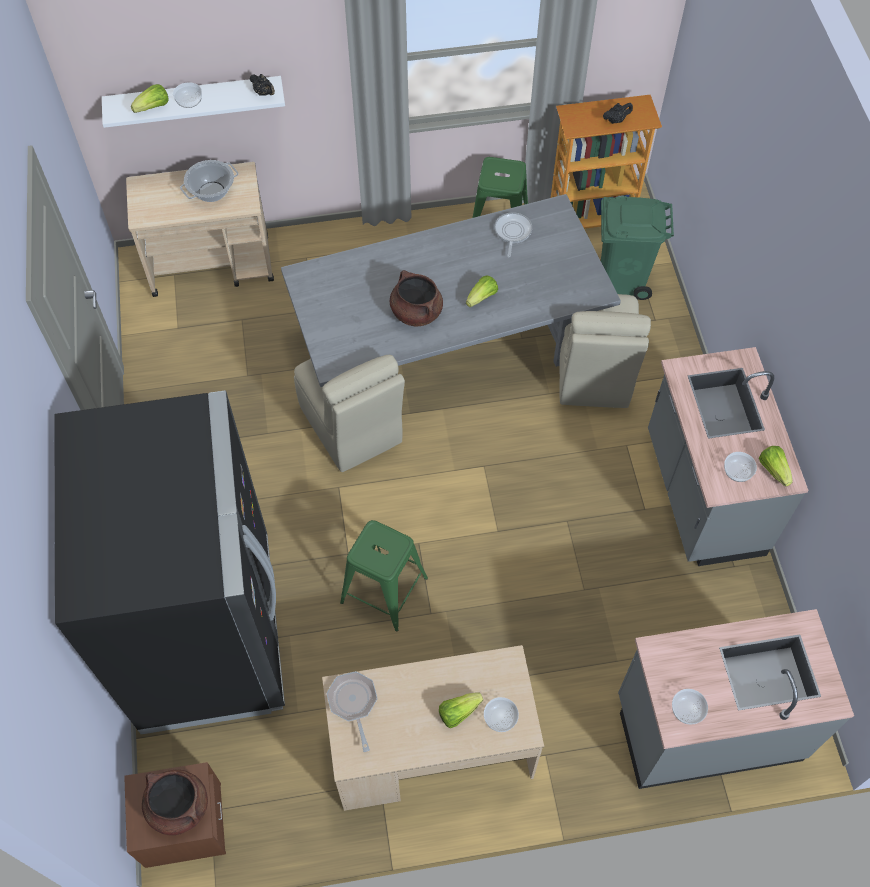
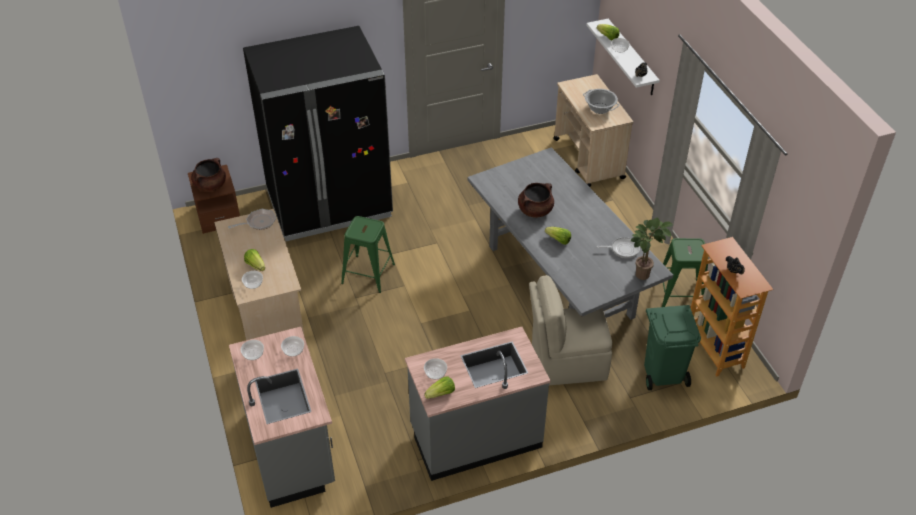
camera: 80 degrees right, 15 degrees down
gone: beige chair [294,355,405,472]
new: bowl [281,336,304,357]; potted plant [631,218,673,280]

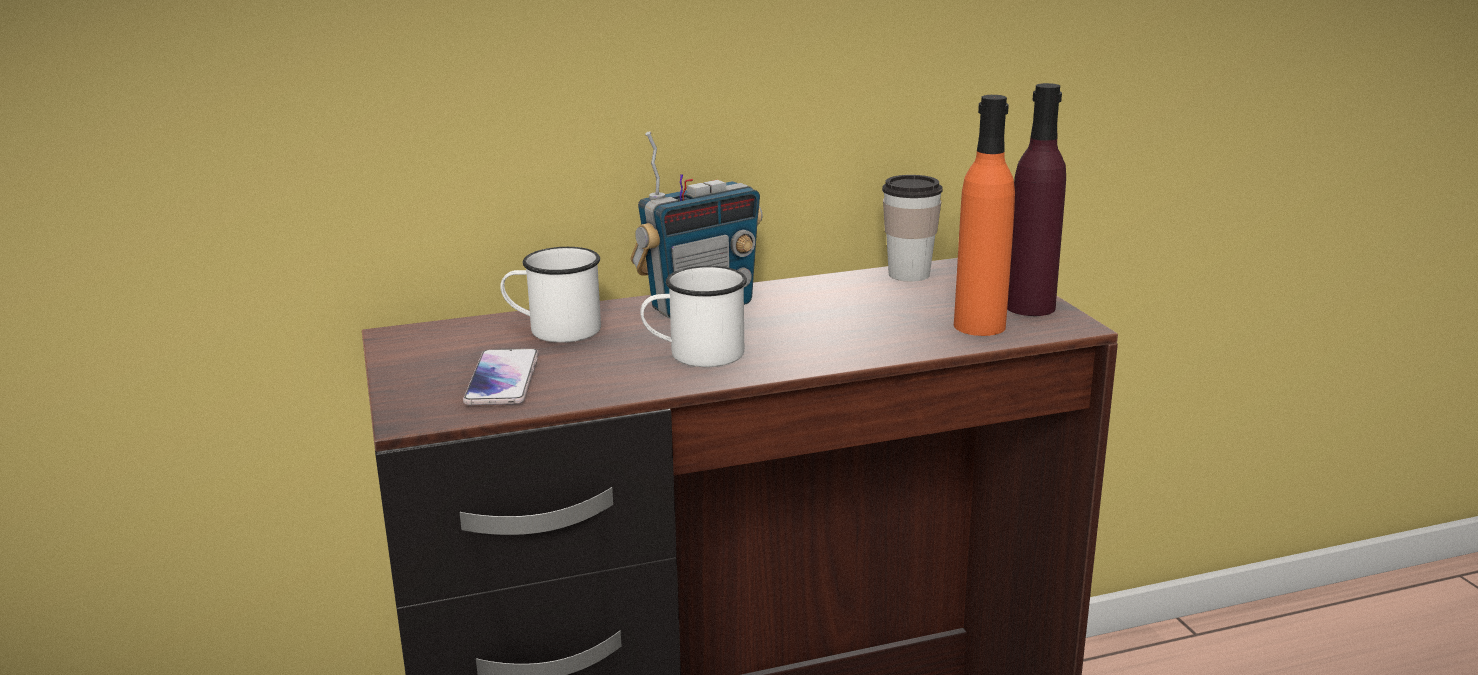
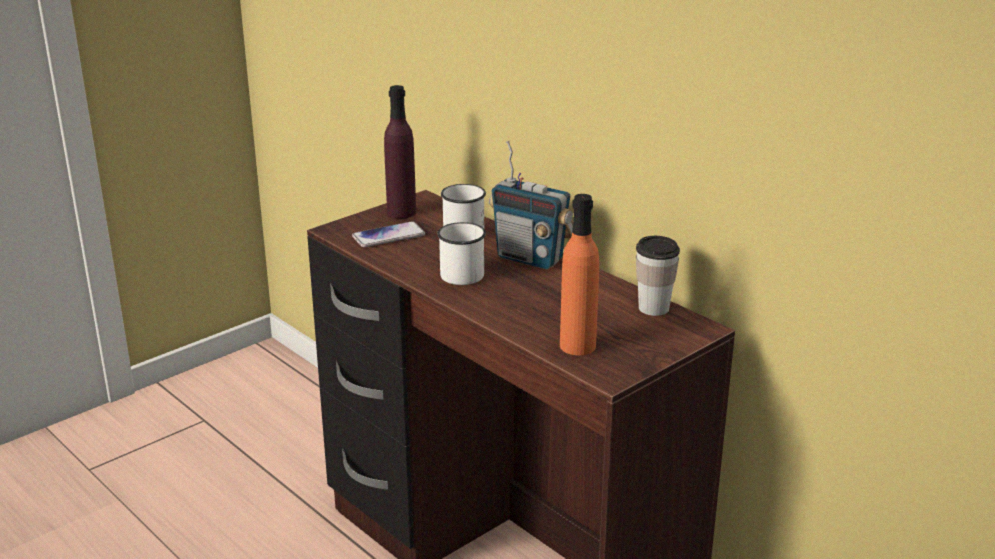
camera: 65 degrees right, 5 degrees up
shifted: purple bottle [1007,83,1066,316] to [384,85,416,219]

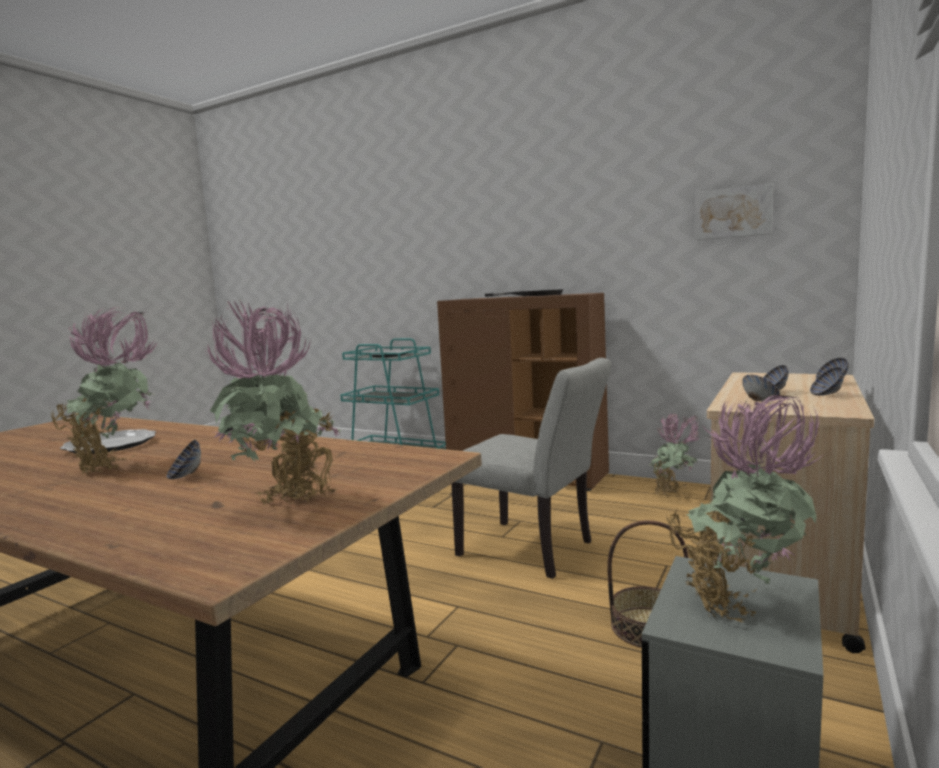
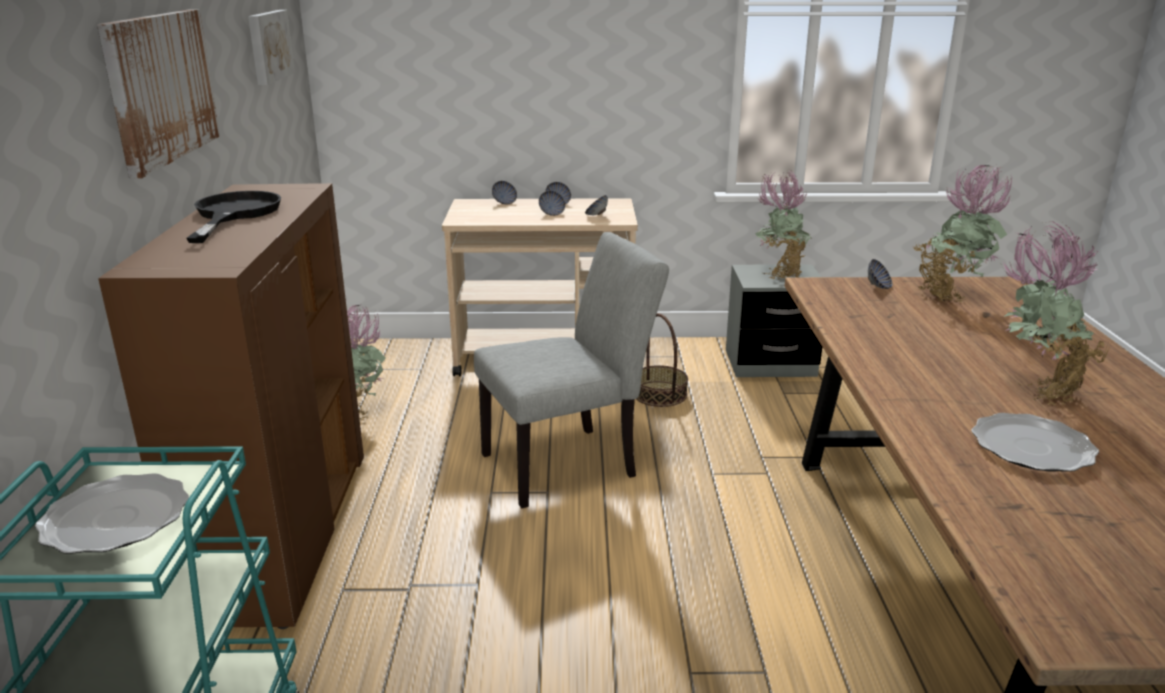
camera: 120 degrees left, 15 degrees up
new: picture [97,9,220,179]
shifted: bowl [167,440,201,479] to [868,259,893,289]
rotated: grey chair [451,358,611,579] = [474,232,669,508] 60 degrees clockwise

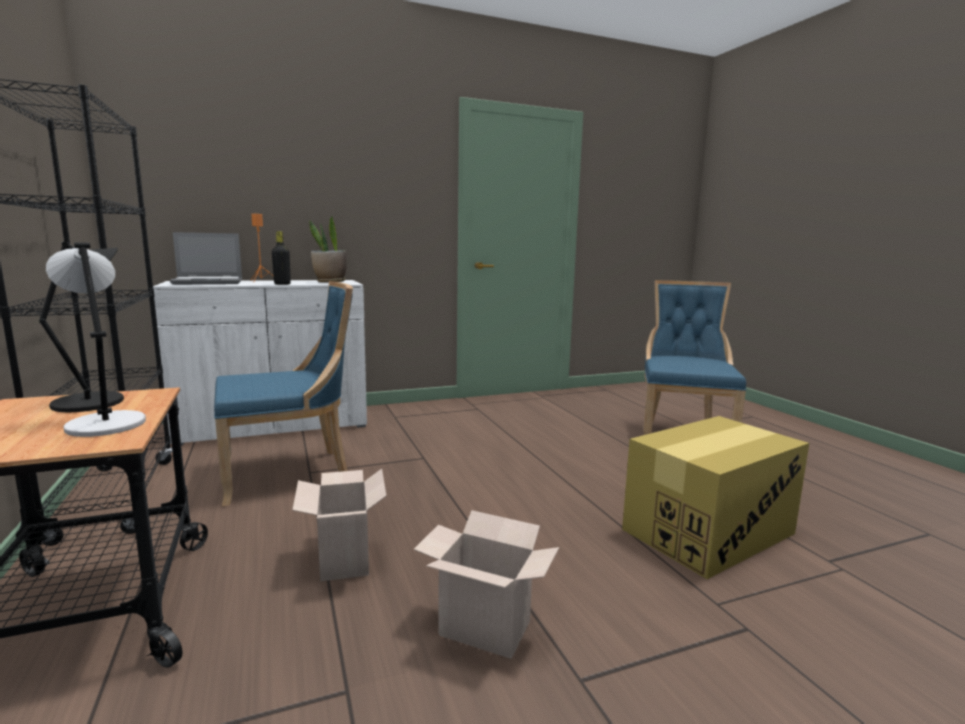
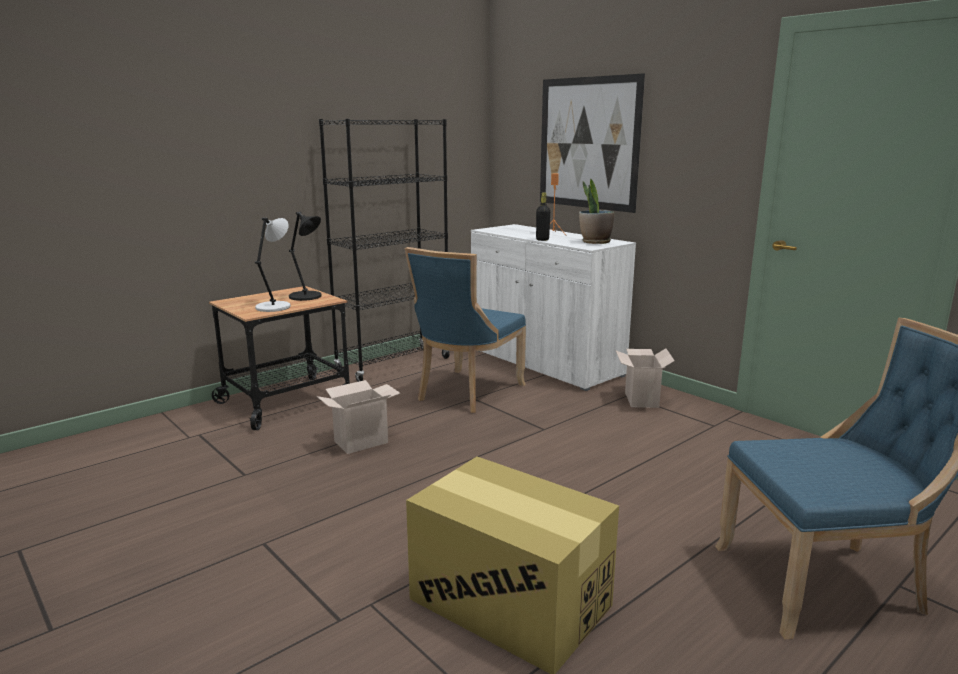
camera: 70 degrees right, 5 degrees up
gone: laptop [170,232,242,285]
new: picture [540,73,645,213]
shifted: cardboard box [414,510,559,659] to [616,348,675,408]
rotated: blue chair [214,281,353,506] = [405,247,526,413] 75 degrees clockwise

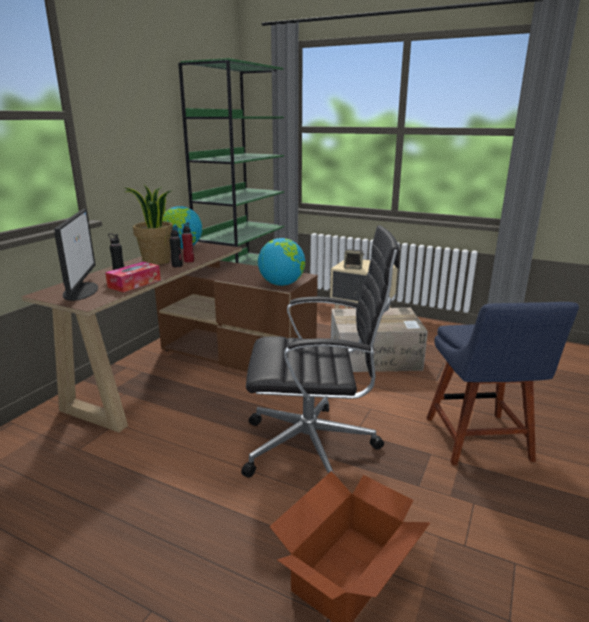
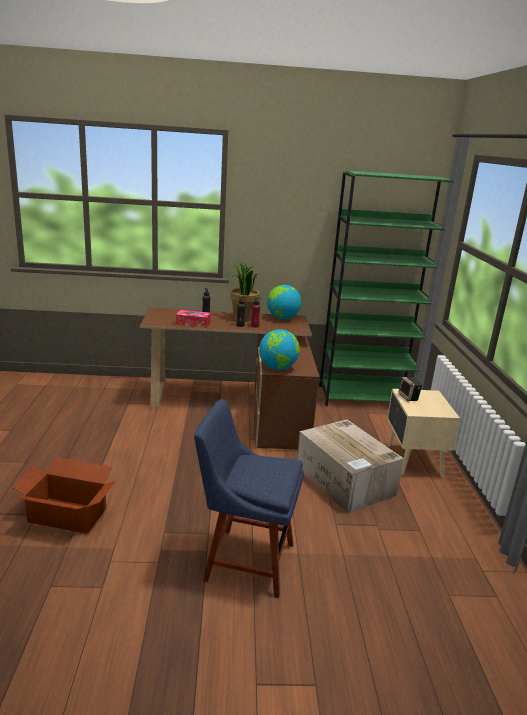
camera: 60 degrees right, 0 degrees up
gone: monitor [54,209,98,301]; black office chair [241,225,399,478]
rotated: blue chair [427,302,579,465] = [194,399,304,598] 45 degrees clockwise

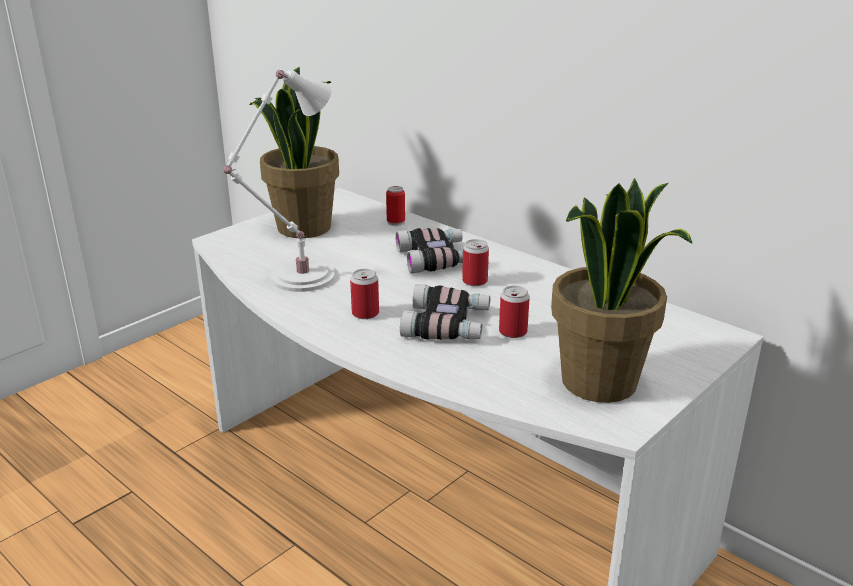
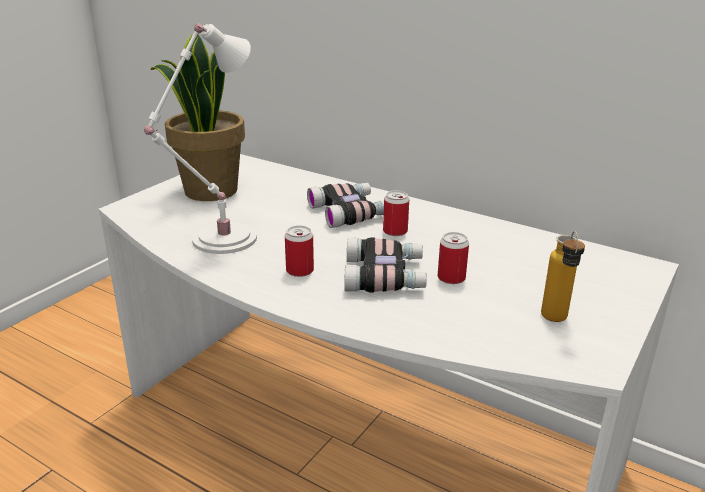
camera: 10 degrees left, 0 degrees up
gone: can [386,186,405,226]
swapped: potted plant [551,178,692,403] to bottle [541,231,585,322]

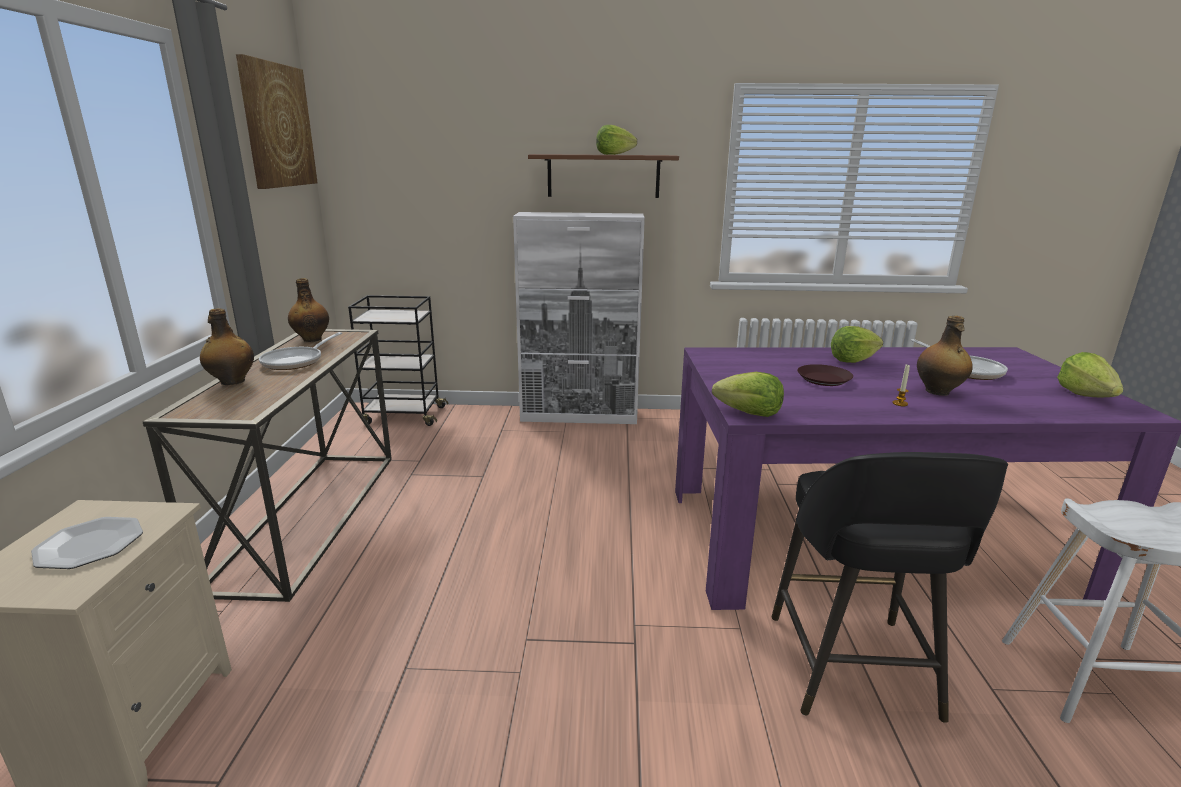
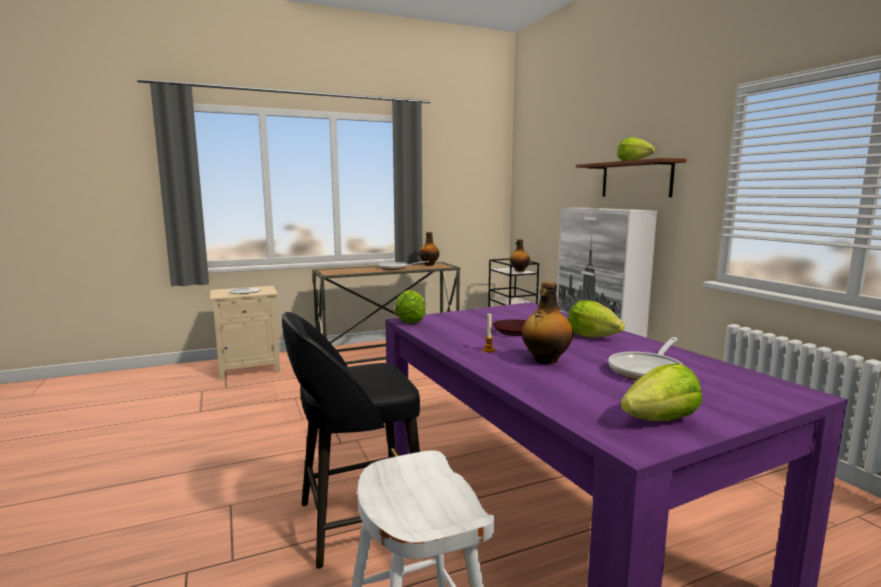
camera: 65 degrees right, 10 degrees down
gone: picture [236,54,318,189]
shifted: bottle [200,308,254,385] to [510,239,530,272]

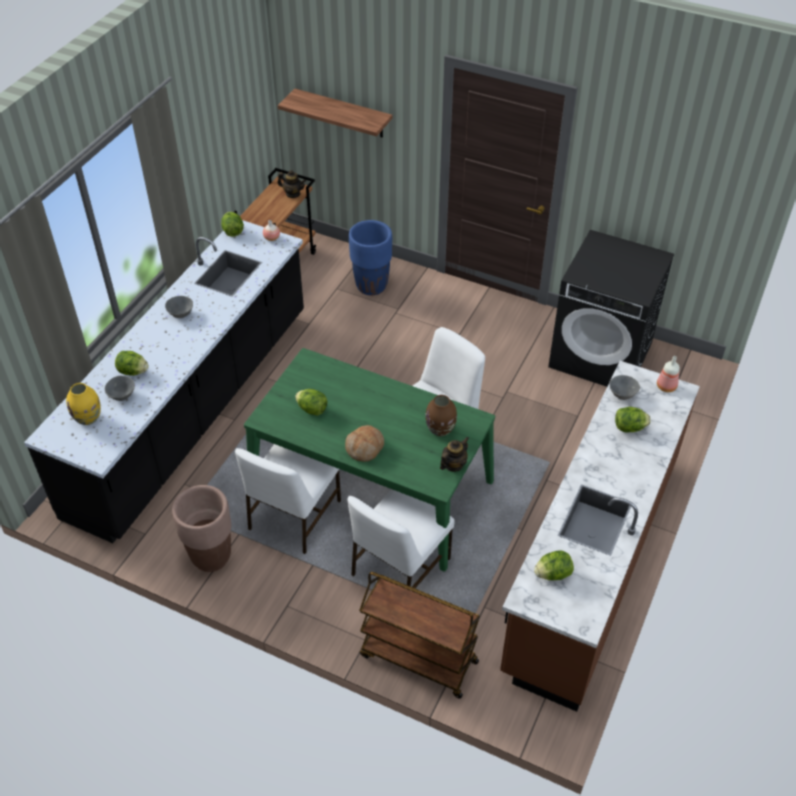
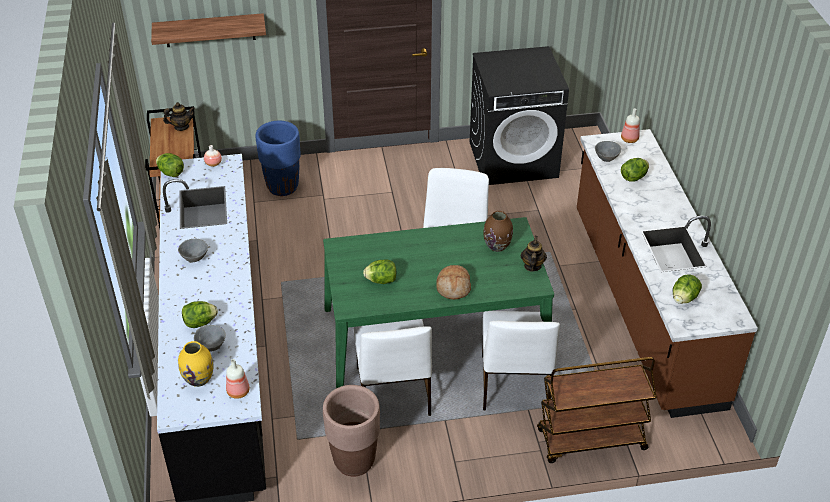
camera: 35 degrees left, 5 degrees down
new: bottle [226,359,250,399]

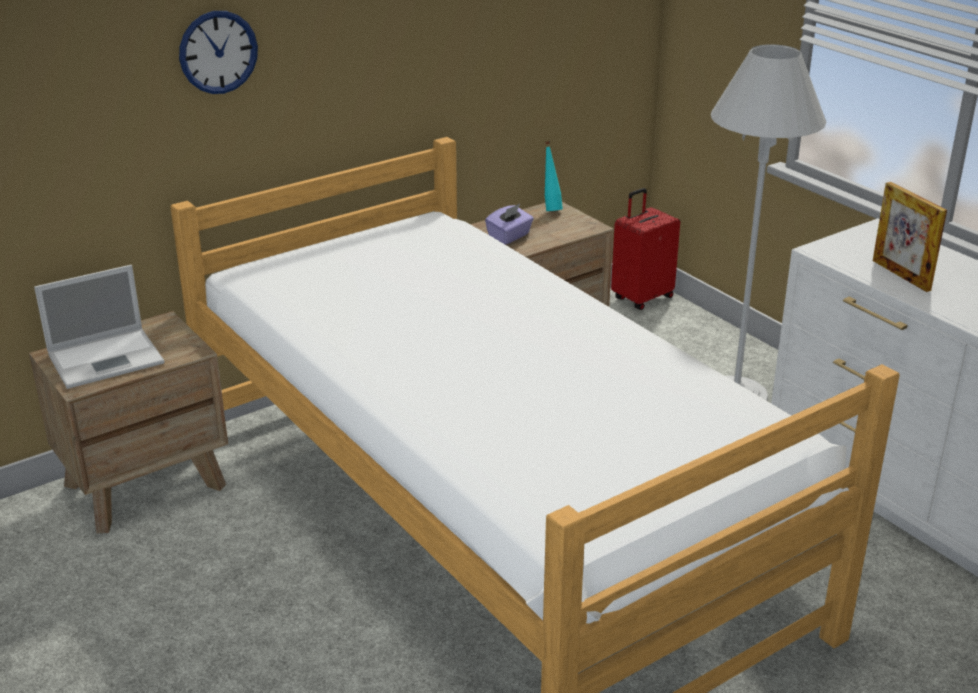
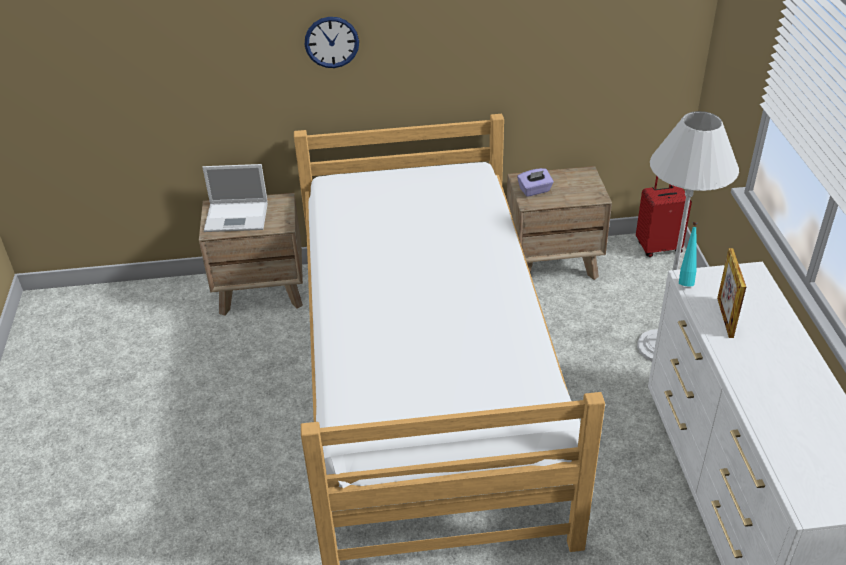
camera: 30 degrees right, 10 degrees up
shifted: turquoise bottle [545,141,563,211] to [679,222,698,286]

